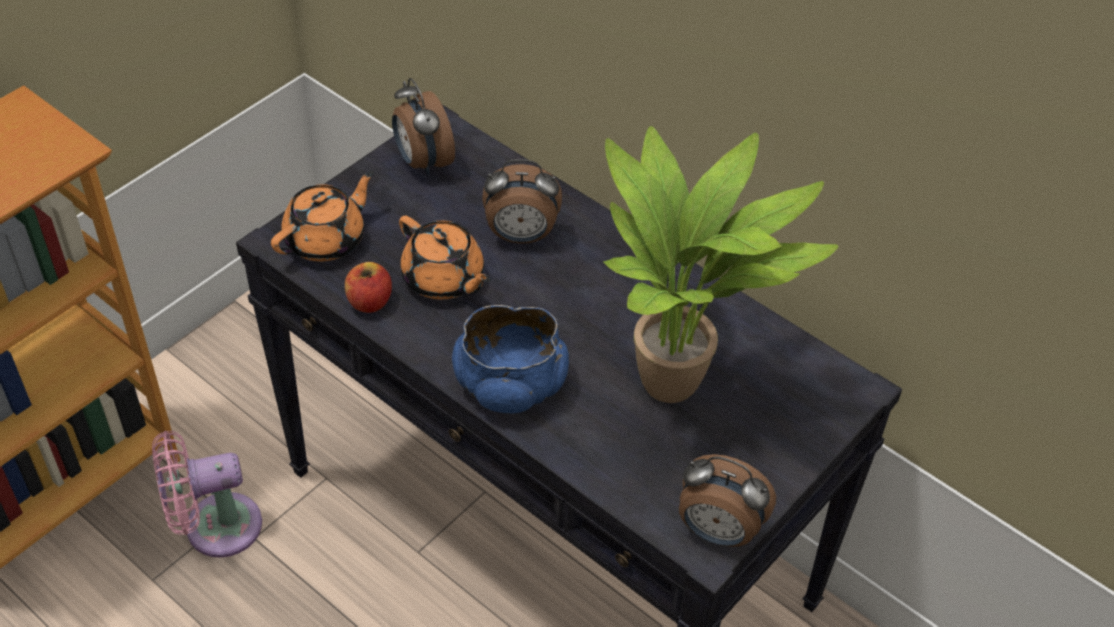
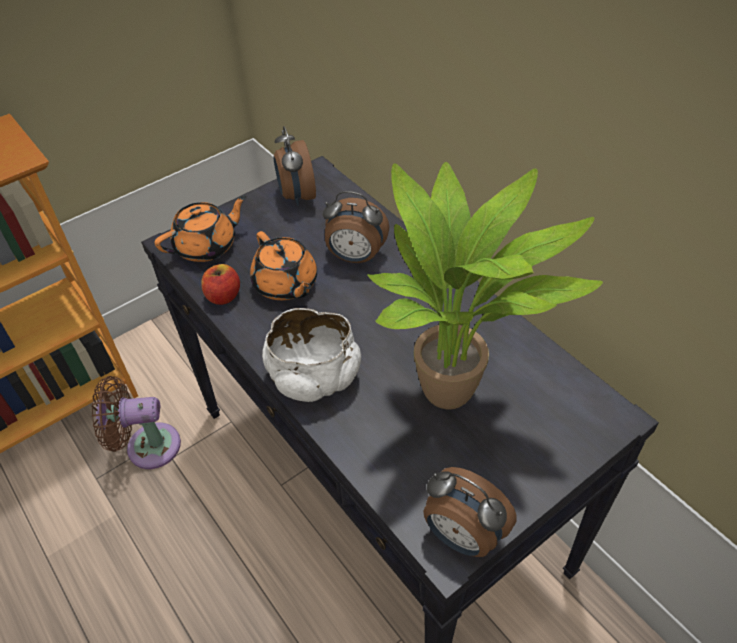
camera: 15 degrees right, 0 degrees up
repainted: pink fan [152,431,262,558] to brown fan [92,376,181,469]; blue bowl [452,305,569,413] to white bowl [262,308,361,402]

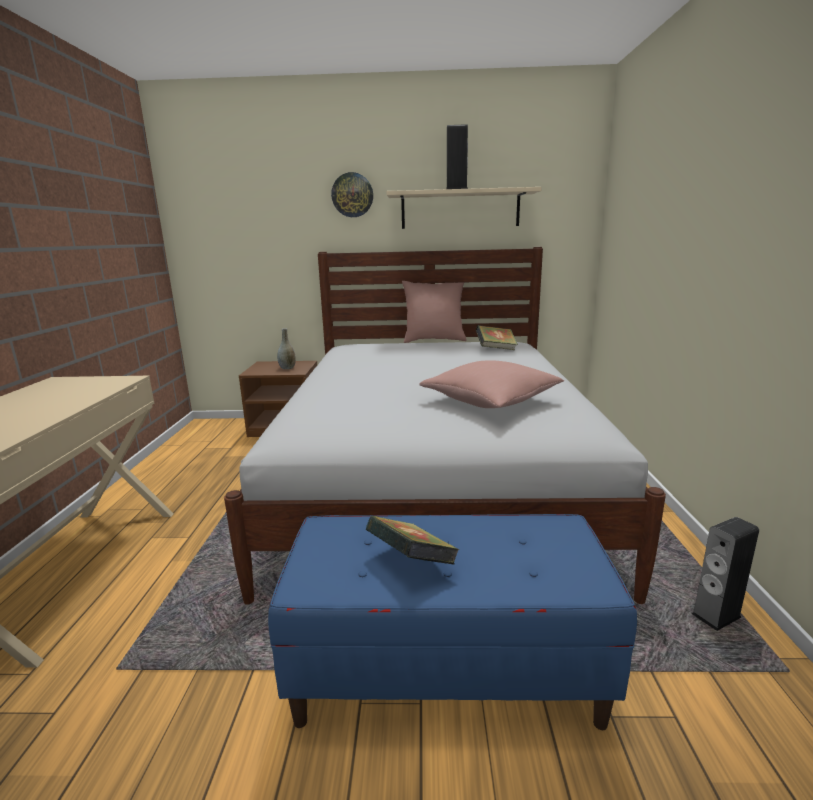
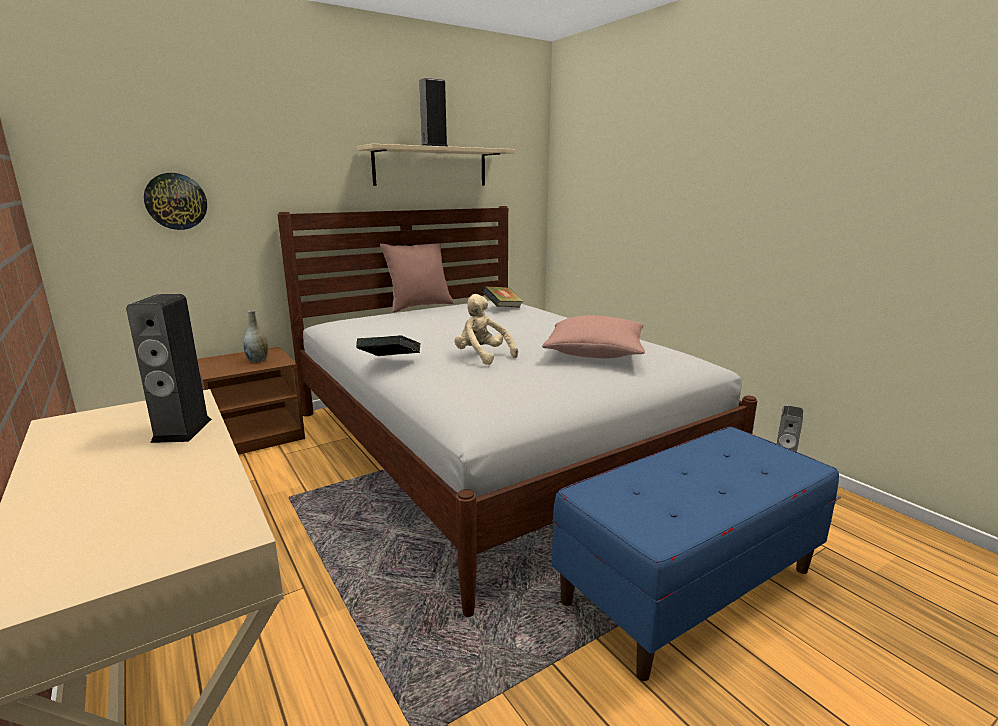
camera: 35 degrees left, 0 degrees up
new: speaker [126,294,212,443]; beige plush toy [455,294,518,365]
shifted: wall clock [331,172,373,217] to [144,173,207,230]; book [366,516,459,565] to [356,335,421,356]

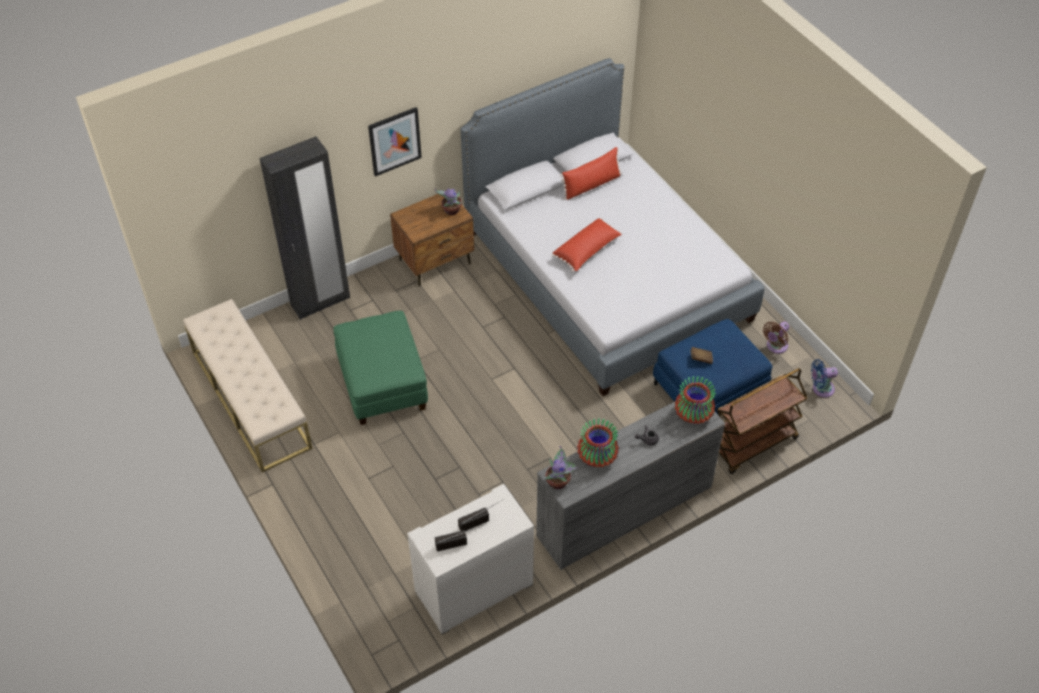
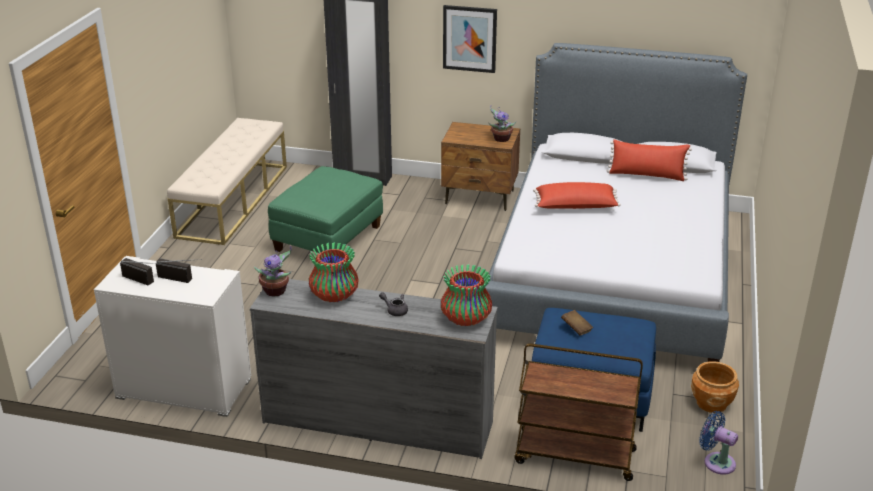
camera: 45 degrees right, 20 degrees down
swapped: brown fan [763,322,789,354] to brown planter [691,361,739,413]

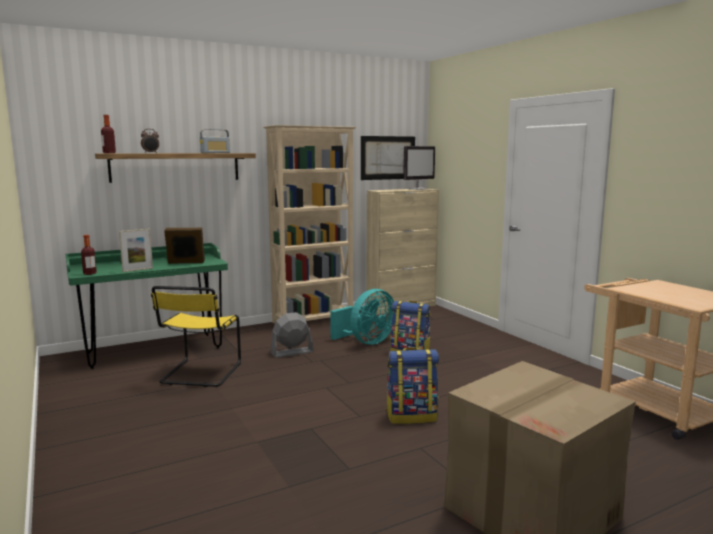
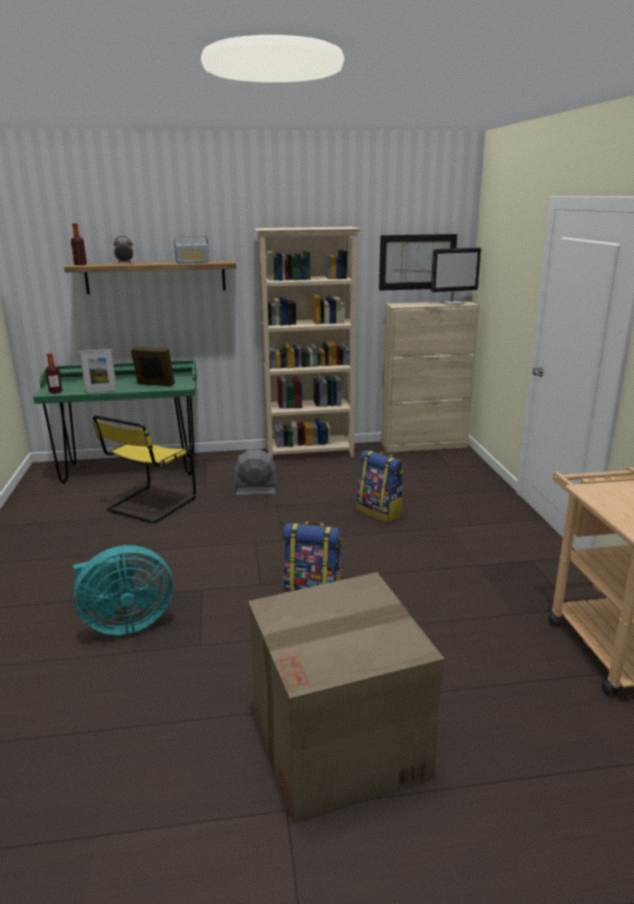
camera: 20 degrees right, 10 degrees up
shifted: turquoise fan [330,289,394,345] to [73,545,173,635]

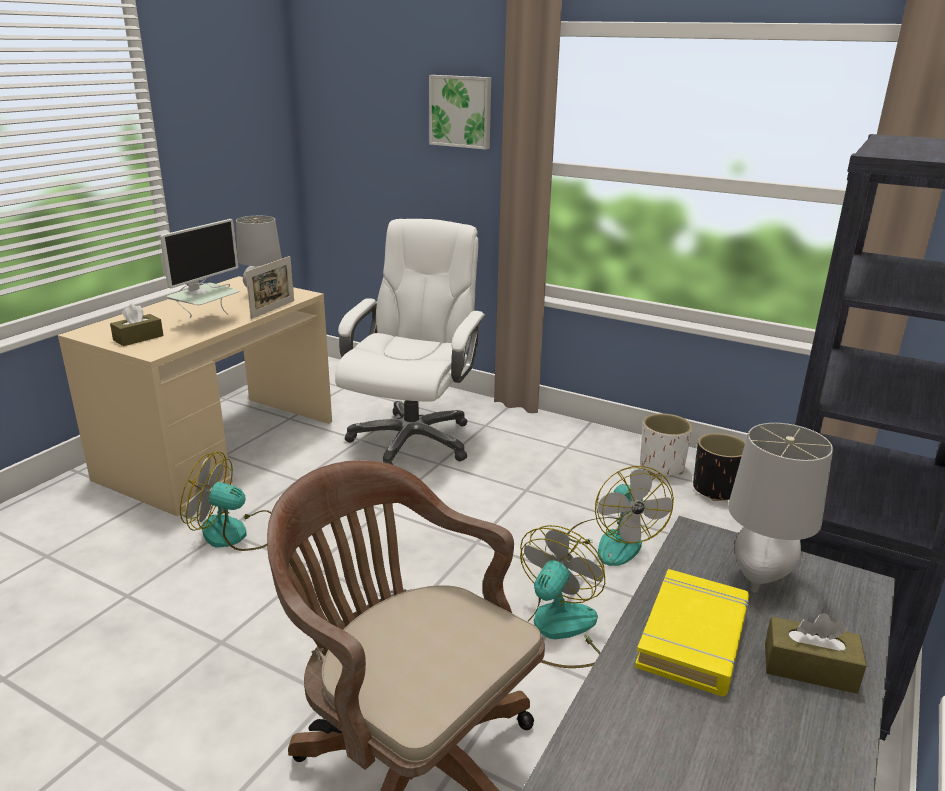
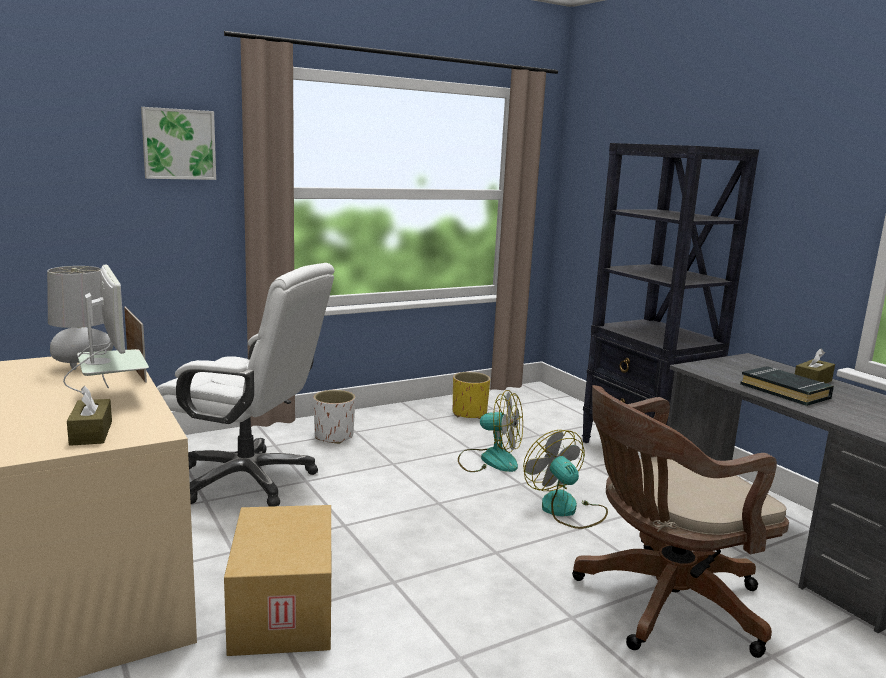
camera: 60 degrees left, 10 degrees down
gone: grey table lamp [728,423,833,593]
shifted: white planter [640,413,692,476] to [313,390,355,444]
swapped: fan [180,452,271,551] to cardboard box [224,505,331,656]
repainted: black planter [693,433,745,501] to yellow planter [453,372,490,419]; yellow book [635,569,749,696] to black book [740,366,834,406]
rotated: white office chair [335,219,486,465] = [157,263,335,507] 150 degrees clockwise

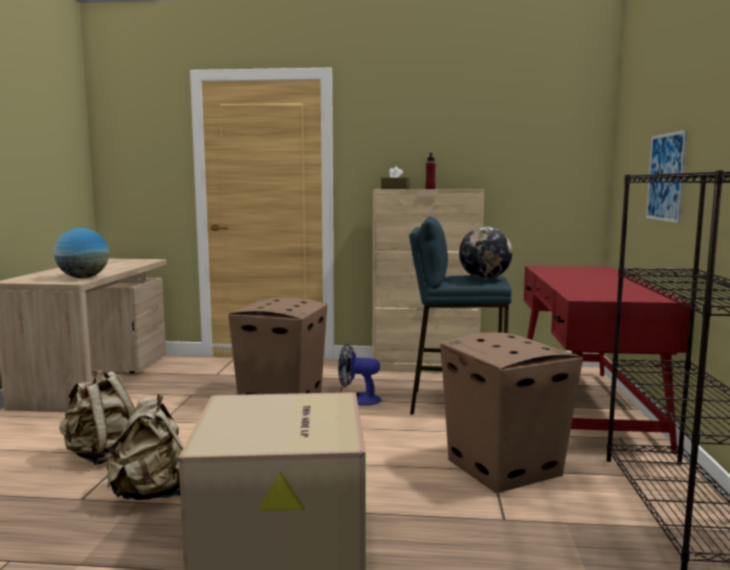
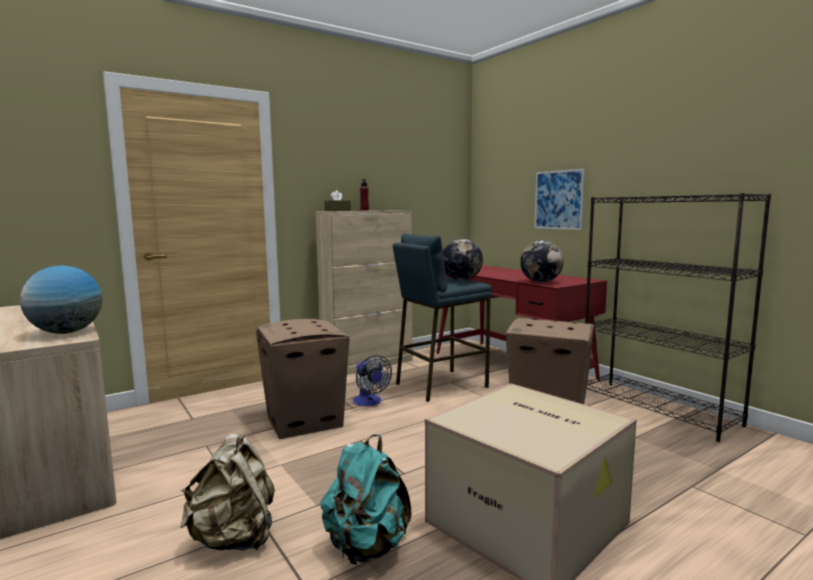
camera: 40 degrees left, 0 degrees up
new: globe [520,241,564,282]
repainted: beige backpack [107,394,183,500] to turquoise backpack [320,434,412,565]
rotated: fan [338,344,381,406] = [353,355,392,406] 90 degrees counterclockwise

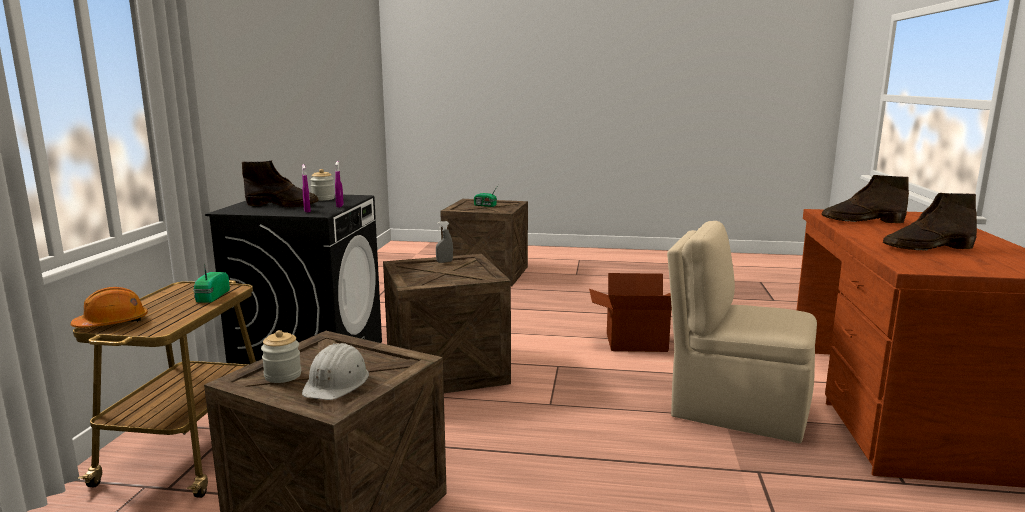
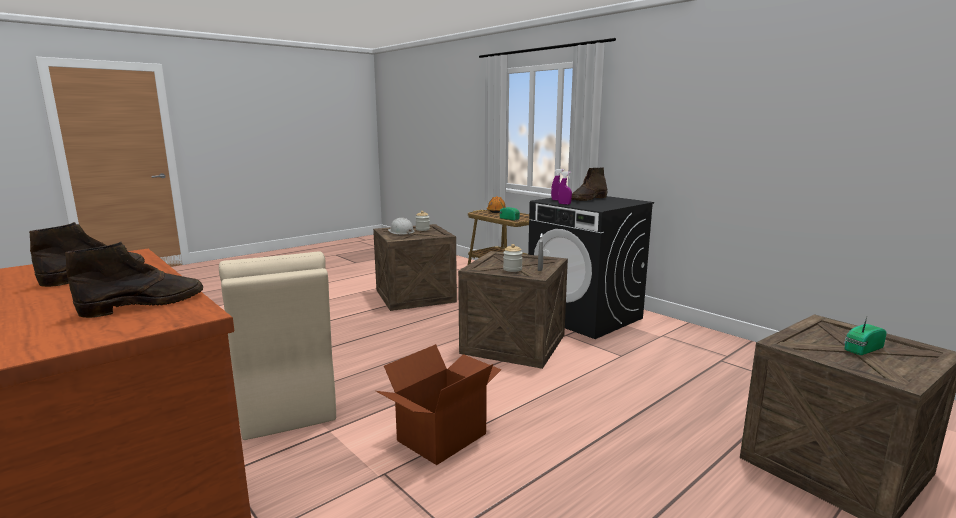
camera: 130 degrees right, 0 degrees up
shifted: jar [310,169,335,201] to [503,244,523,272]
rotated: beige chair [667,221,817,443] = [219,251,336,440] 90 degrees clockwise

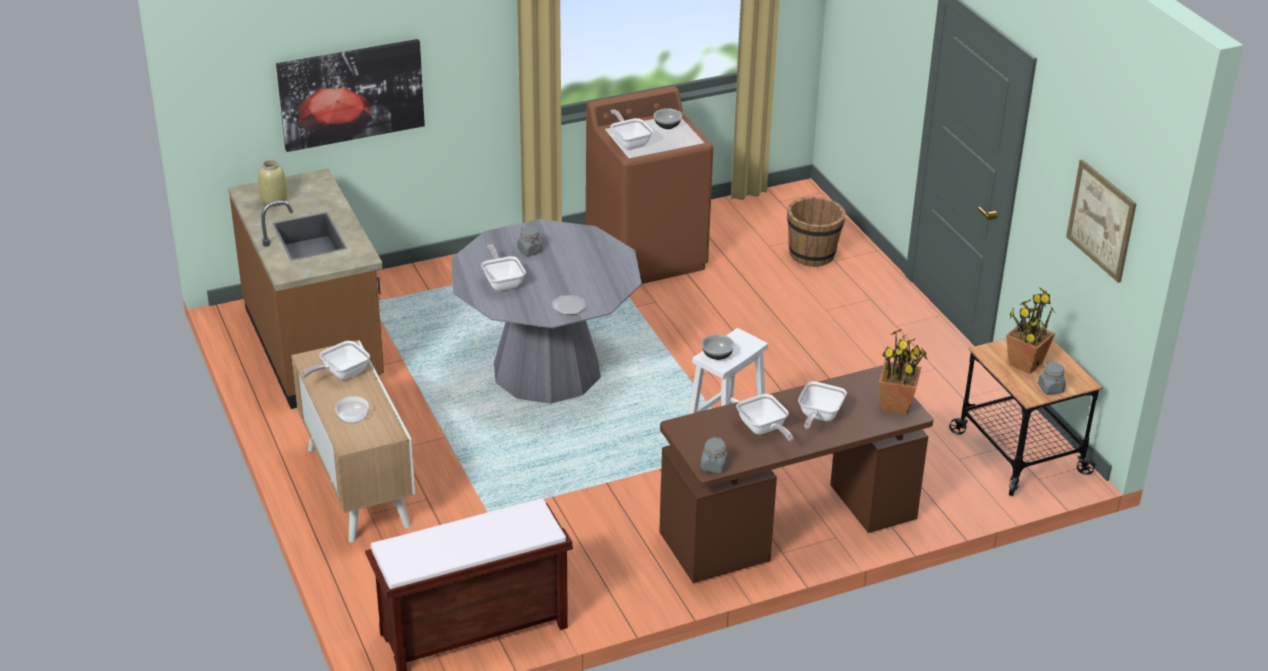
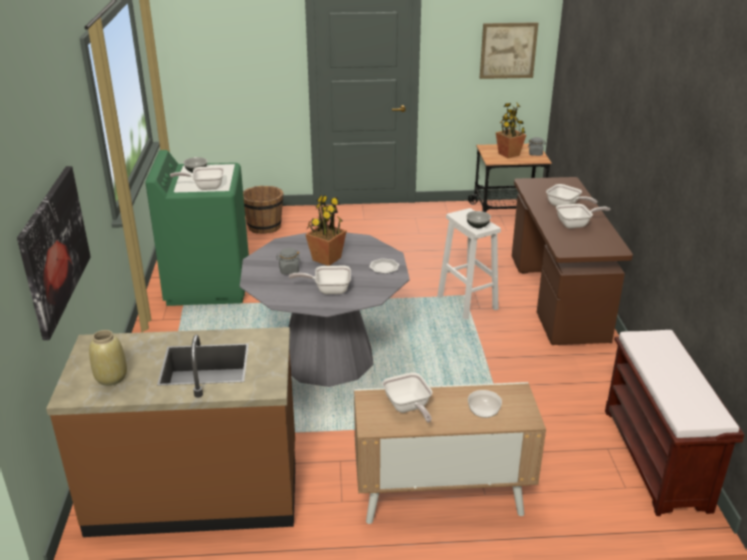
camera: 70 degrees left, 5 degrees down
gone: grey jar [701,437,728,473]
shifted: potted plant [879,329,927,415] to [305,195,347,266]
repainted: brown washing machine [586,86,713,284] to green washing machine [145,150,249,306]

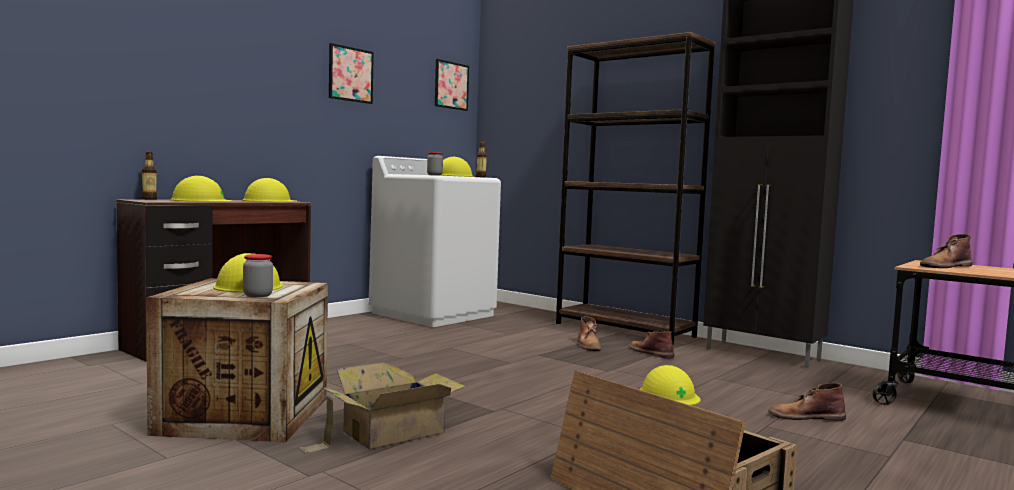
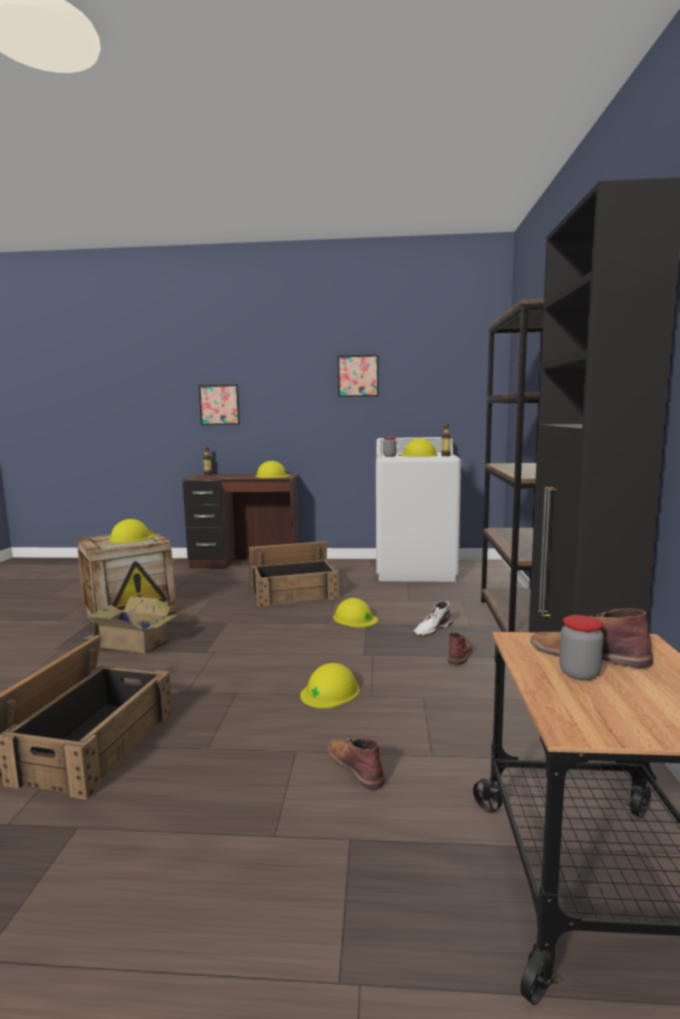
camera: 55 degrees right, 5 degrees up
new: crate [249,541,339,607]
shifted: picture [435,59,469,111] to [199,385,240,425]; yellow hard hat [170,176,233,202] to [333,598,378,627]; jar [243,254,273,298] to [559,615,604,680]
repainted: brown boot [578,316,602,351] to white boot [414,601,452,636]

